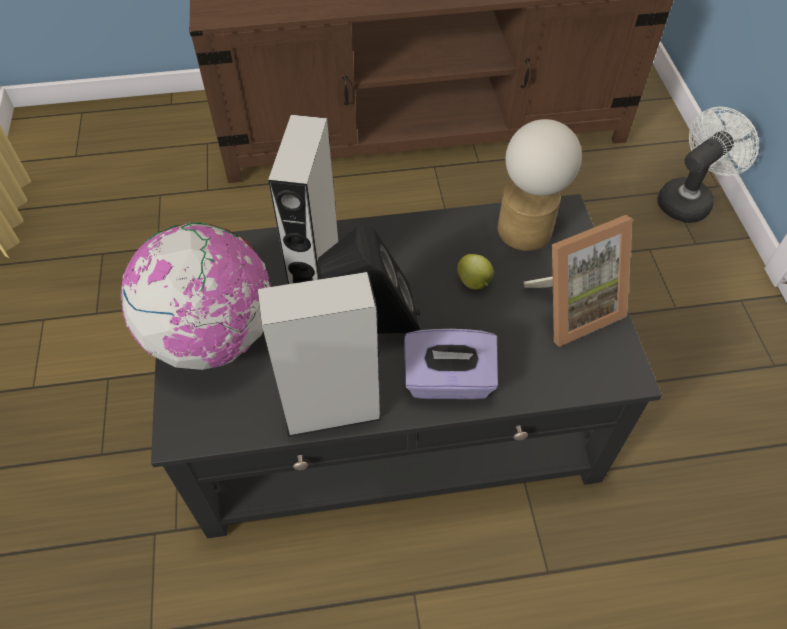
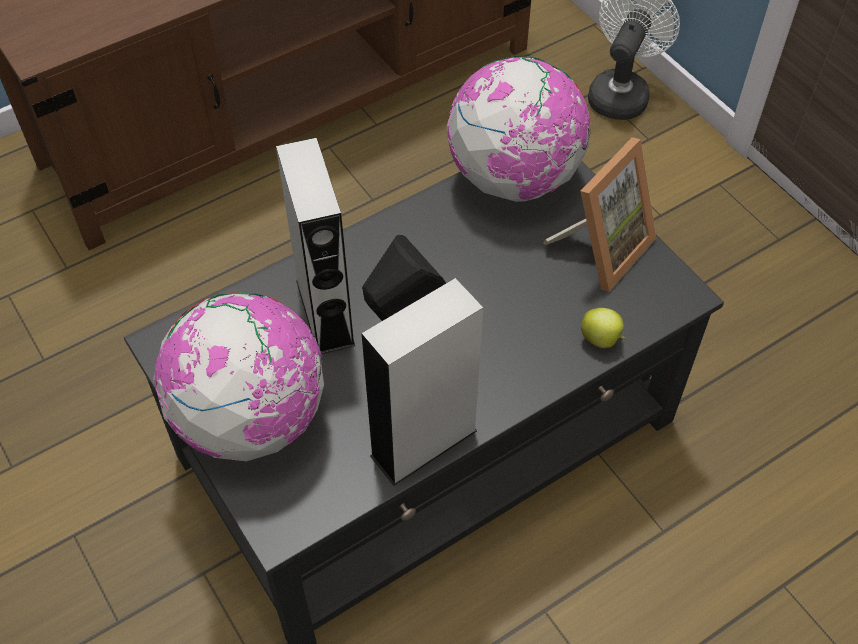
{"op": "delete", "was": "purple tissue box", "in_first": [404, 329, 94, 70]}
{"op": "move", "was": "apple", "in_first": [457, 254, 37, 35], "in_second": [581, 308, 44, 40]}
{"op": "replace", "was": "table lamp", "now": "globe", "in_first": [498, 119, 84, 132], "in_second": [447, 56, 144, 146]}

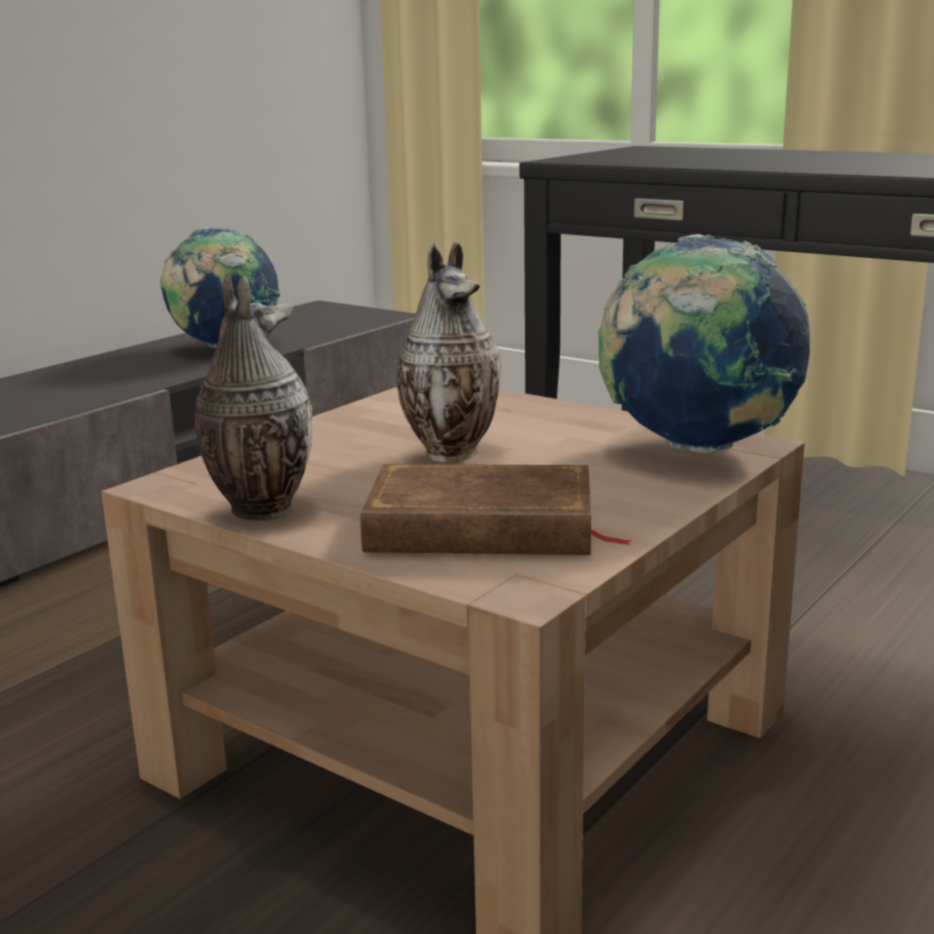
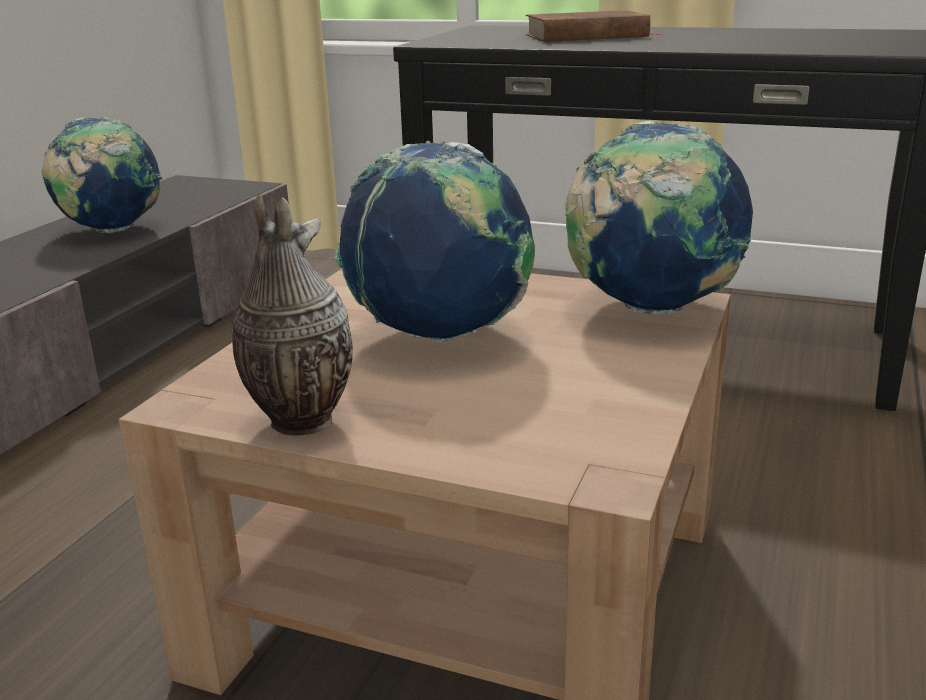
{"op": "move", "was": "brown book", "in_first": [360, 464, 272, 91], "in_second": [526, 10, 136, 32]}
{"op": "replace", "was": "vase", "now": "globe", "in_first": [397, 242, 105, 220], "in_second": [335, 141, 200, 202]}

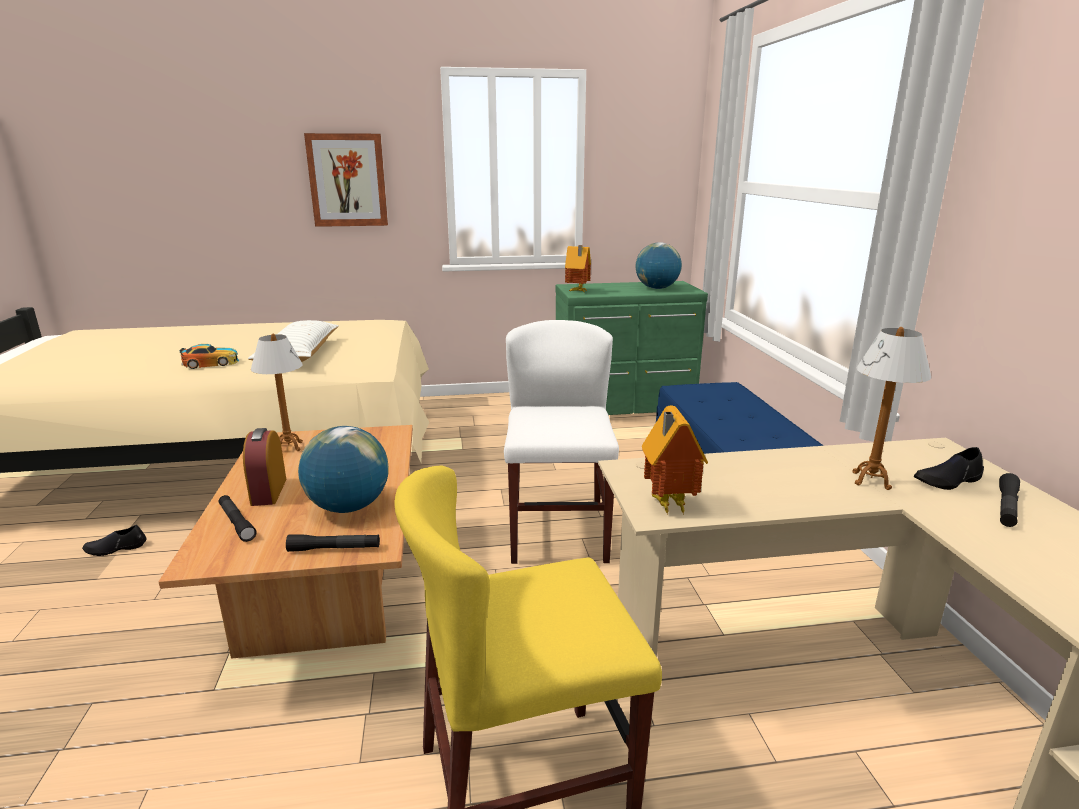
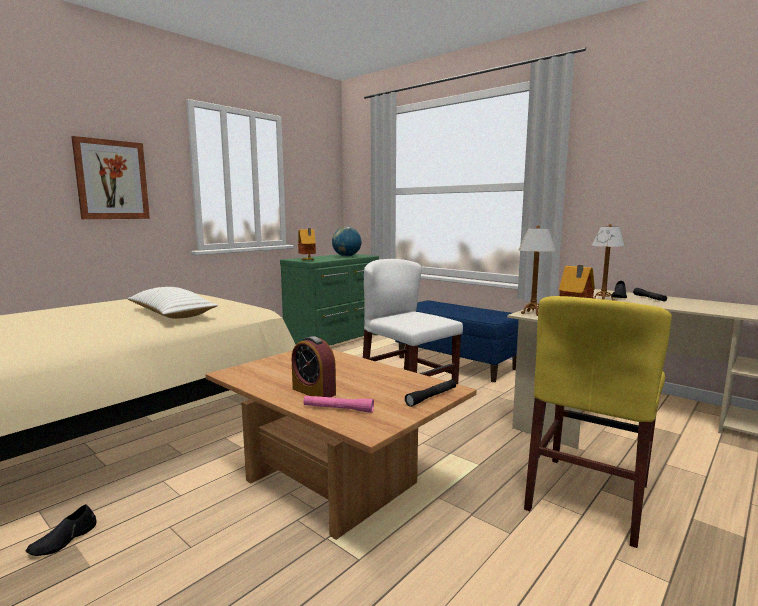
{"op": "delete", "was": "toy car", "in_first": [180, 344, 59, 25]}
{"op": "recolor", "was": "black flashlight", "now": "pink flashlight", "in_first": [219, 495, 37, 47], "in_second": [304, 396, 70, 17]}
{"op": "move", "was": "table lamp", "in_first": [251, 333, 52, 118], "in_second": [519, 225, 37, 91]}
{"op": "delete", "was": "globe", "in_first": [298, 426, 91, 87]}

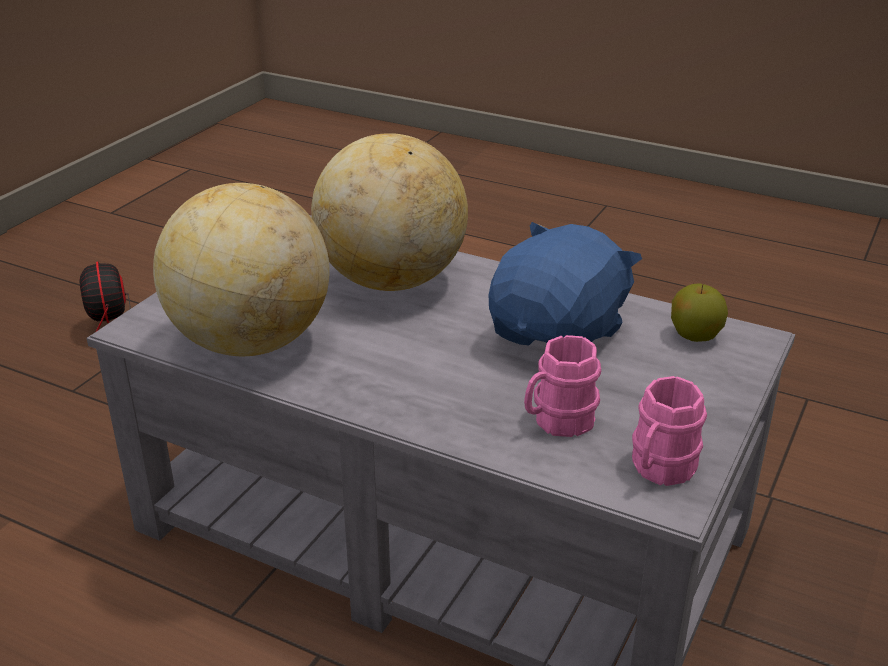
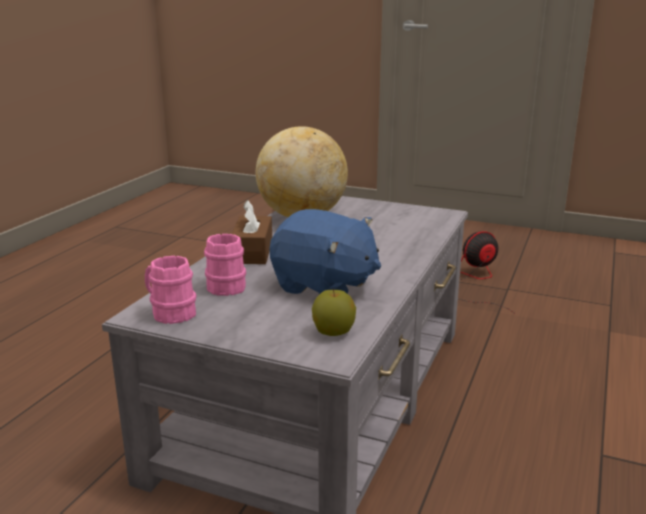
{"op": "delete", "was": "globe", "in_first": [311, 133, 157, 158]}
{"op": "insert", "now": "brown tissue box", "in_second": [232, 200, 40, 64]}

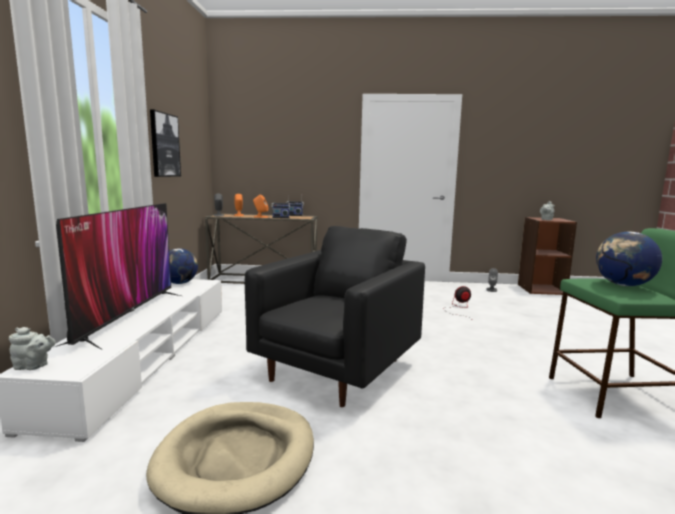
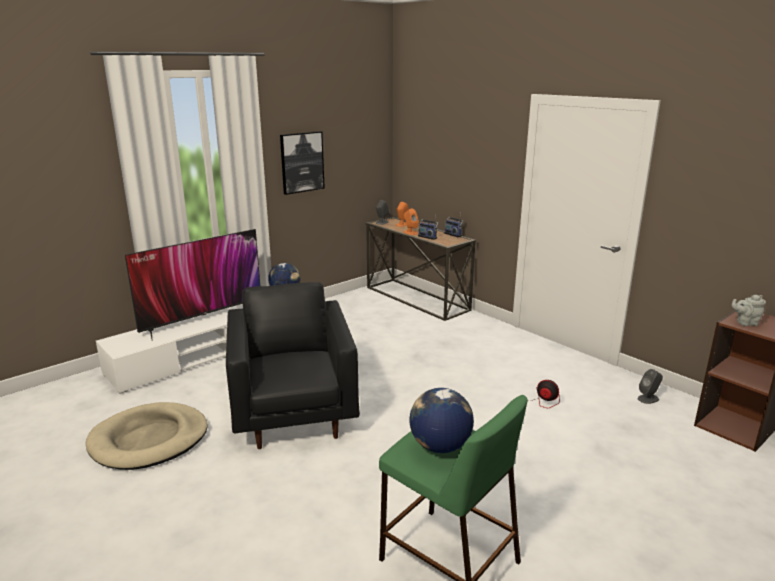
{"op": "delete", "was": "grey teapot", "in_first": [9, 327, 47, 43]}
{"op": "rotate", "was": "black armchair", "in_first": [245, 226, 180, 181], "in_second": [226, 282, 134, 167], "clockwise": -90}

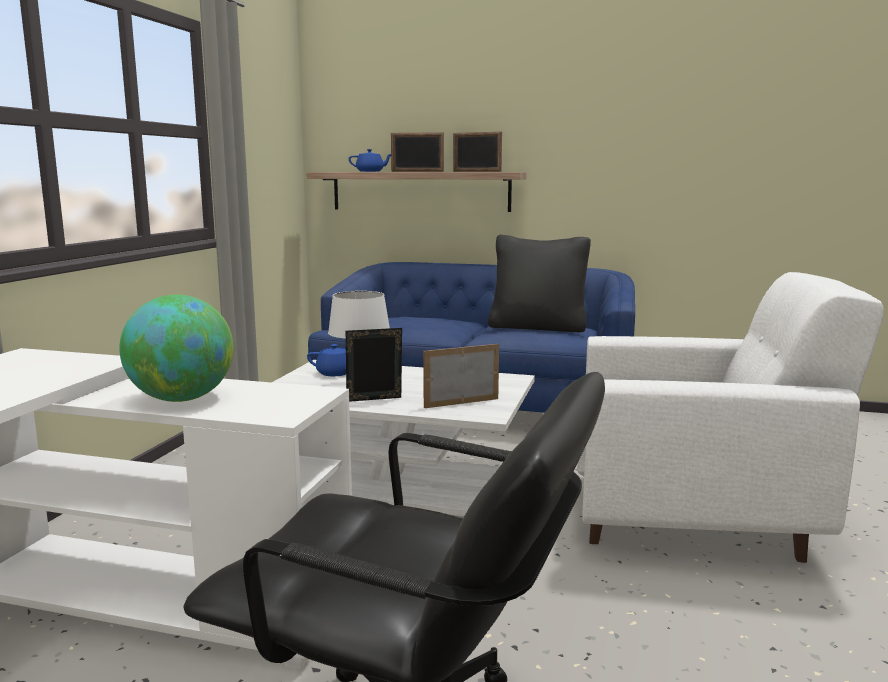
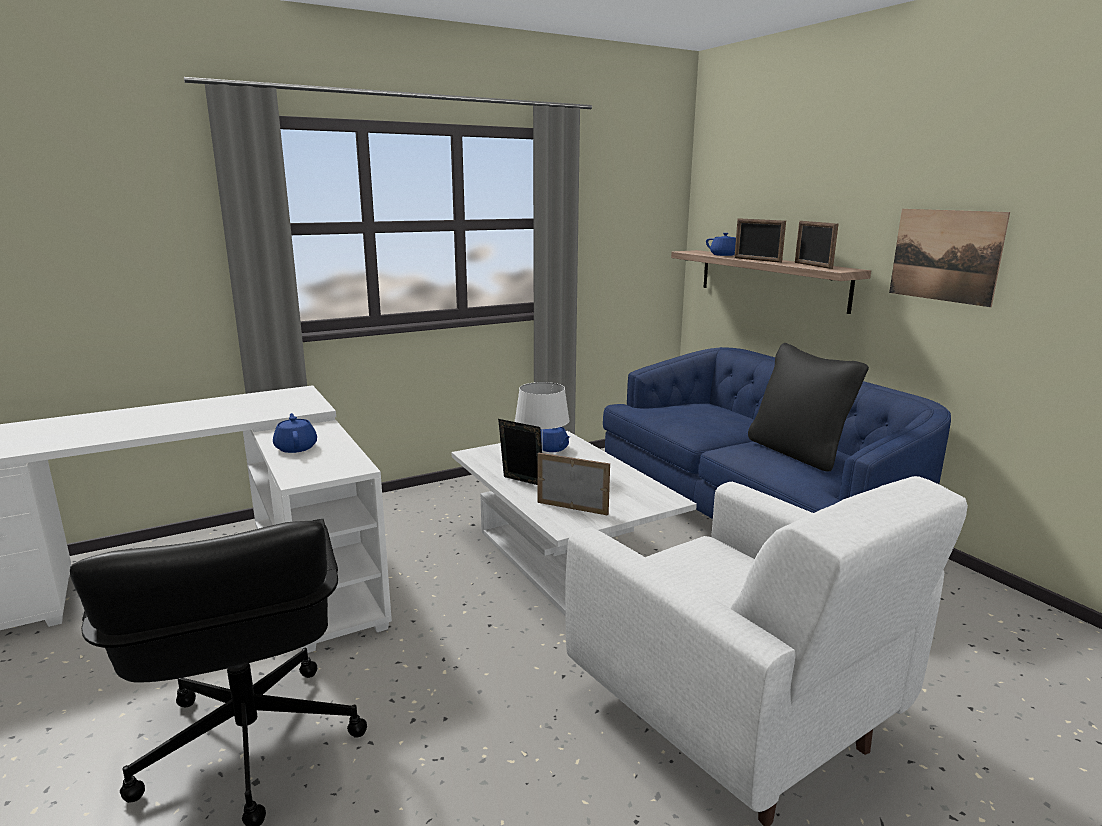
{"op": "replace", "was": "globe", "now": "blue teapot", "in_first": [119, 295, 114, 107], "in_second": [273, 413, 44, 40]}
{"op": "insert", "now": "picture", "in_second": [889, 209, 121, 98]}

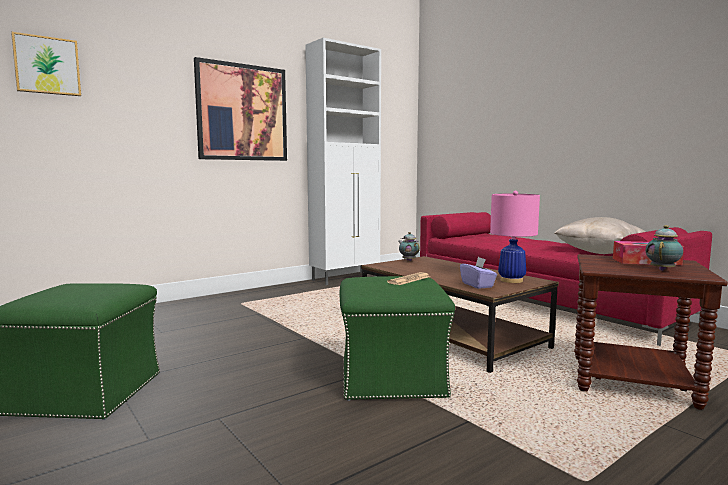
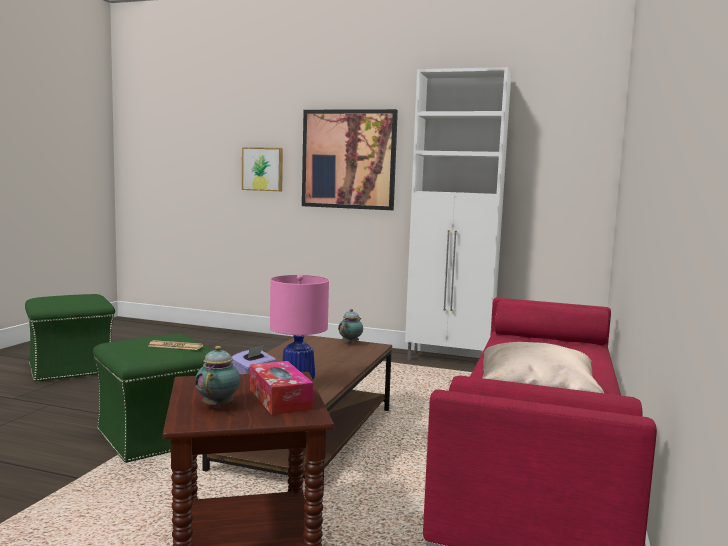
{"op": "move", "was": "picture", "in_first": [11, 32, 70, 64], "in_second": [242, 147, 41, 44]}
{"op": "rotate", "was": "teapot", "in_first": [645, 225, 38, 46], "in_second": [195, 346, 45, 62], "clockwise": -90}

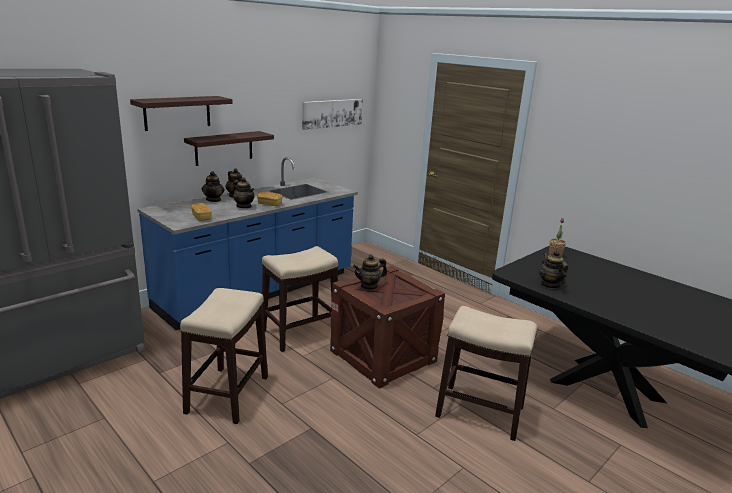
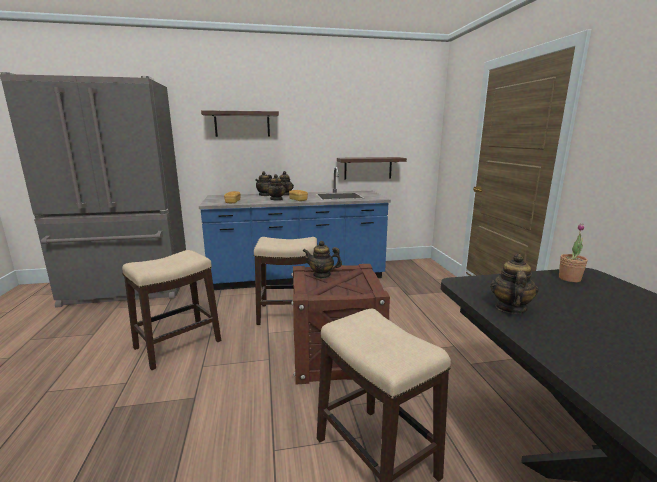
{"op": "move", "was": "shelf", "in_first": [184, 131, 90, 35], "in_second": [337, 157, 70, 22]}
{"op": "delete", "was": "picture", "in_first": [302, 99, 61, 31]}

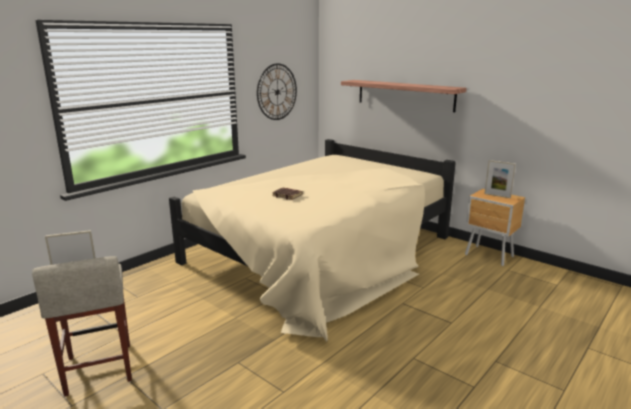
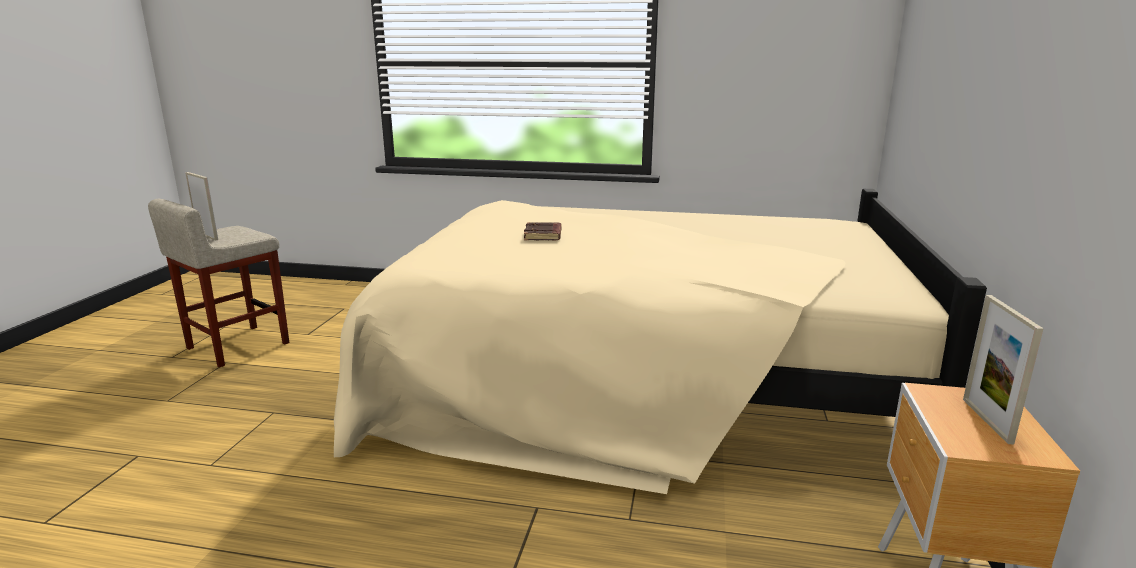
{"op": "delete", "was": "wall clock", "in_first": [257, 63, 40, 57]}
{"op": "delete", "was": "shelf", "in_first": [341, 80, 125, 32]}

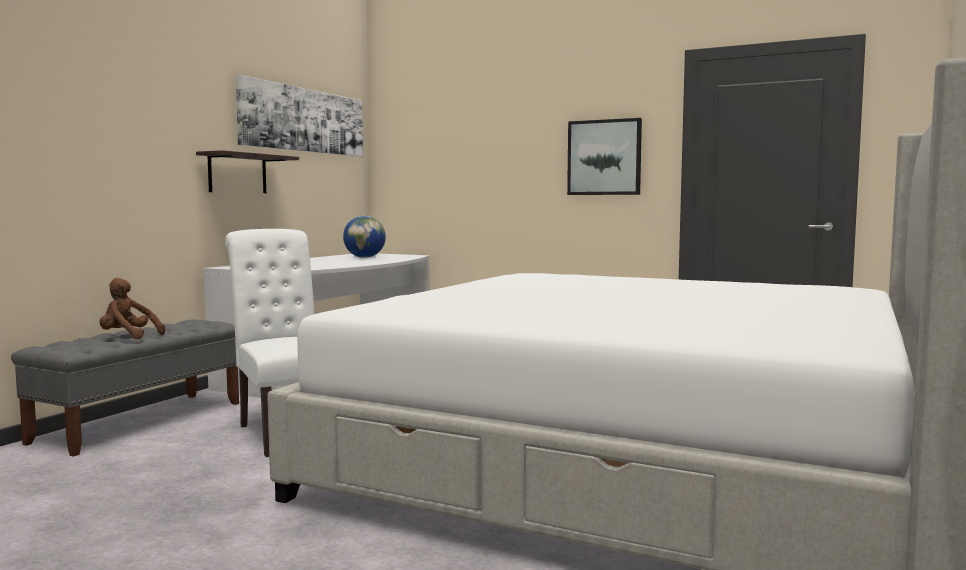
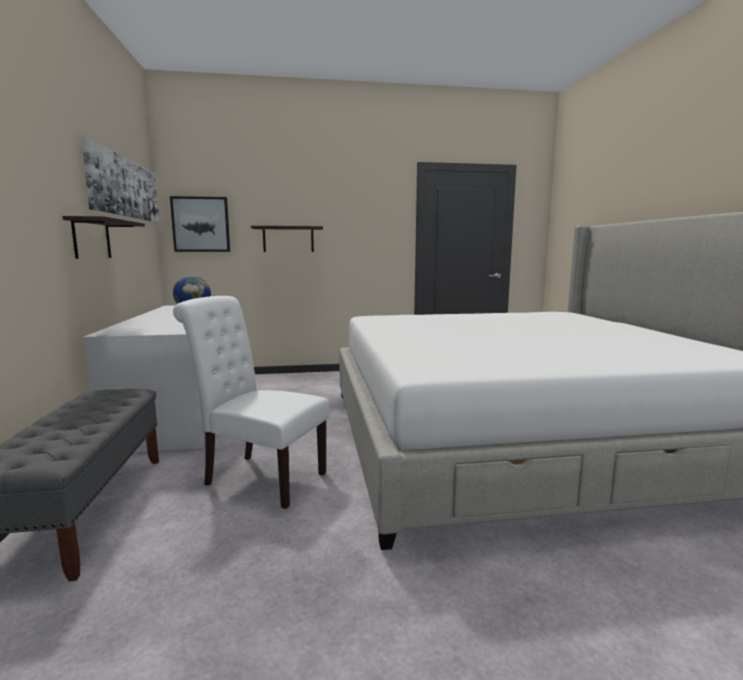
{"op": "delete", "was": "brown plush toy", "in_first": [100, 278, 65, 61]}
{"op": "move", "was": "picture", "in_first": [567, 118, 75, 77], "in_second": [170, 196, 60, 56]}
{"op": "insert", "now": "shelf", "in_second": [251, 226, 72, 26]}

